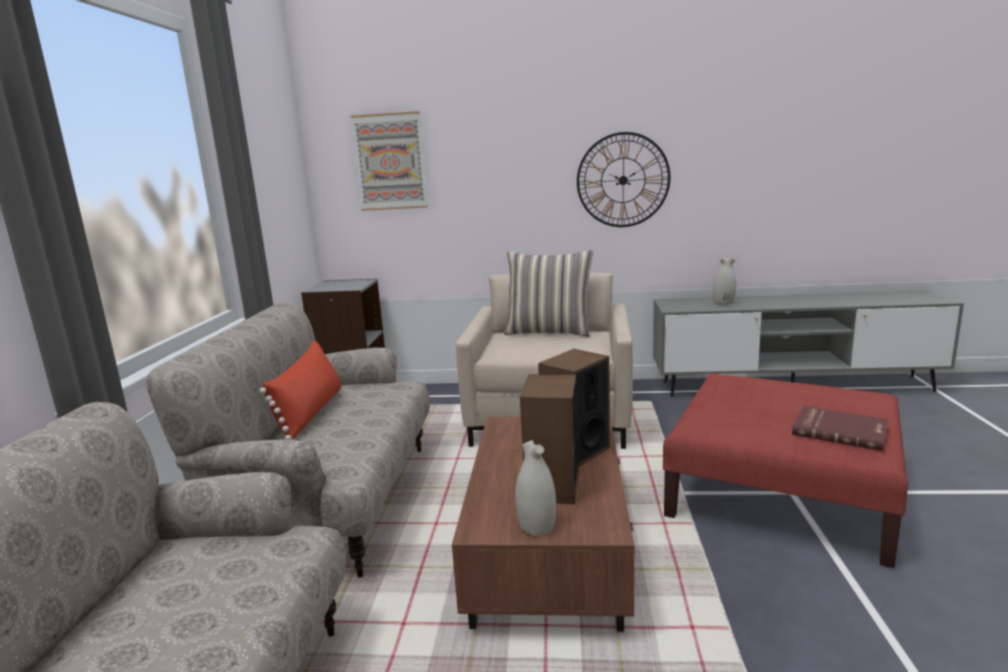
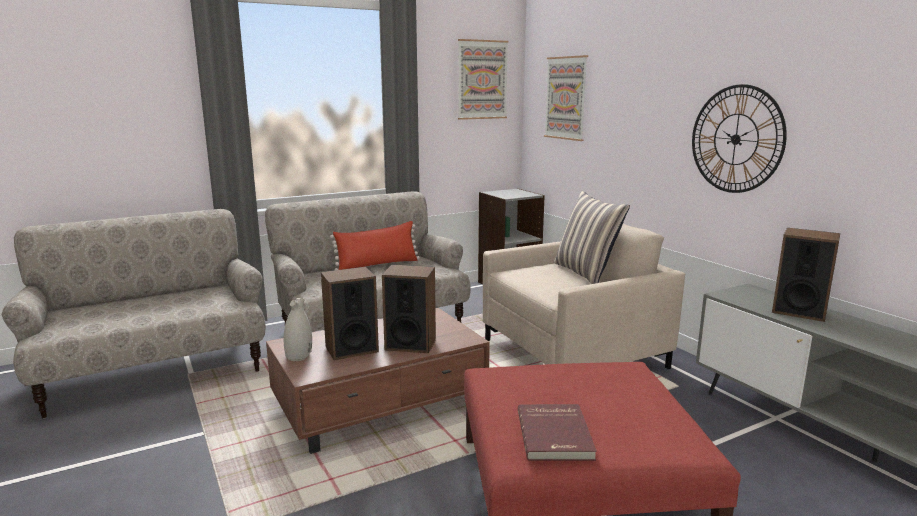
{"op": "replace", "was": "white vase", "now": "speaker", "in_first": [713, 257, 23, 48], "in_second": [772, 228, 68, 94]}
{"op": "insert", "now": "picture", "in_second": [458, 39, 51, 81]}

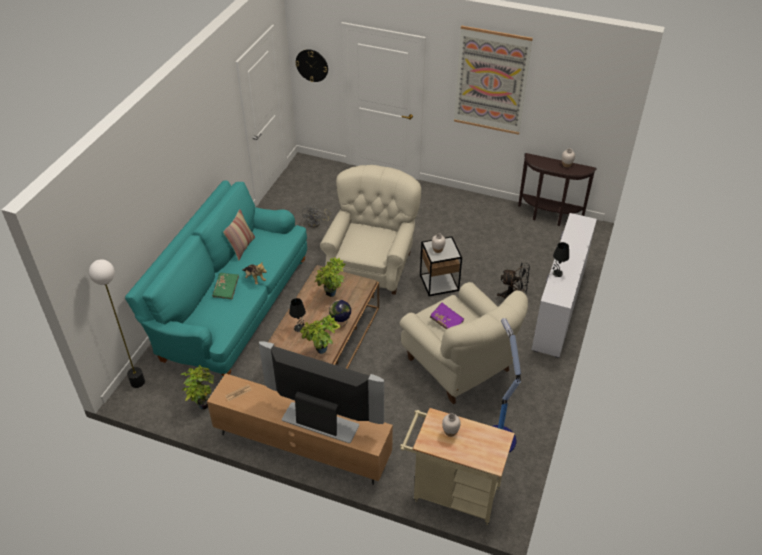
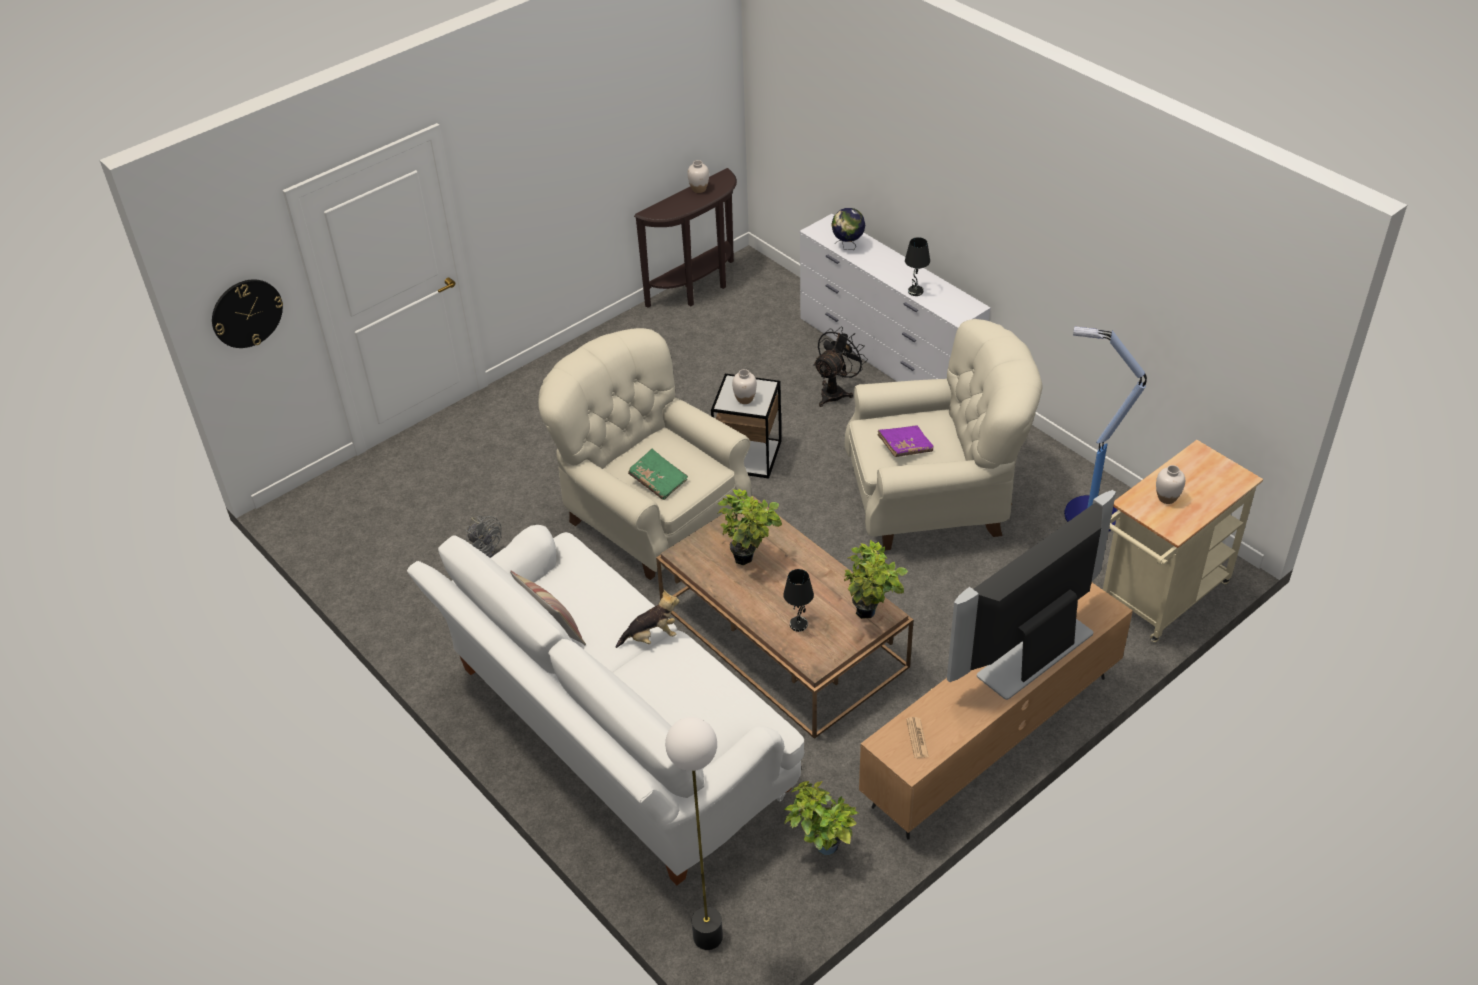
{"op": "recolor", "was": "turquoise sofa", "now": "white sofa", "in_first": [125, 180, 182, 198], "in_second": [407, 525, 397, 360]}
{"op": "move", "was": "green book", "in_first": [212, 273, 27, 26], "in_second": [628, 449, 60, 51]}
{"op": "move", "was": "globe", "in_first": [329, 300, 22, 27], "in_second": [831, 208, 34, 42]}
{"op": "delete", "was": "picture", "in_first": [454, 26, 79, 109]}

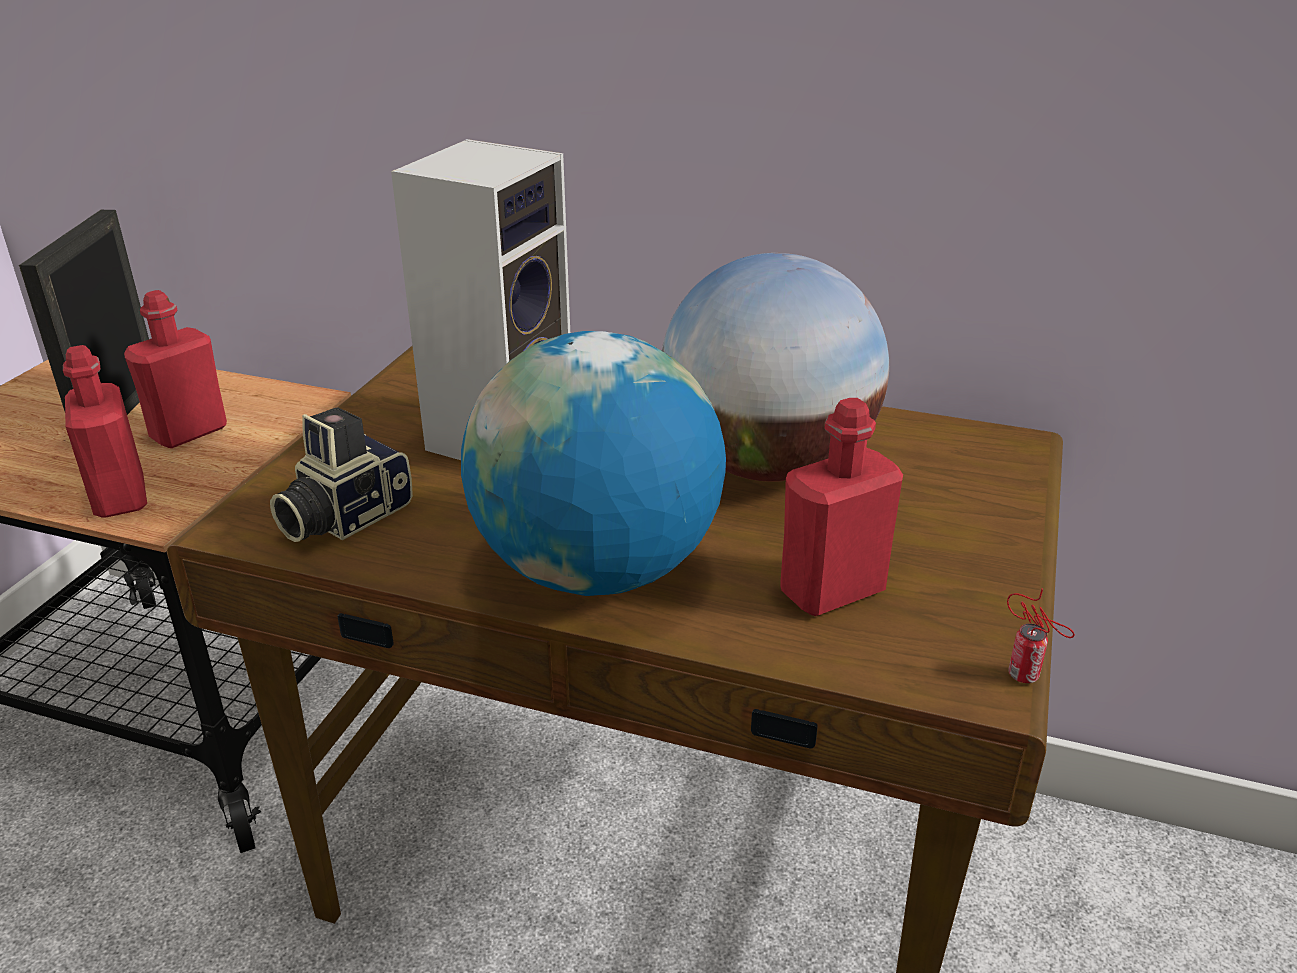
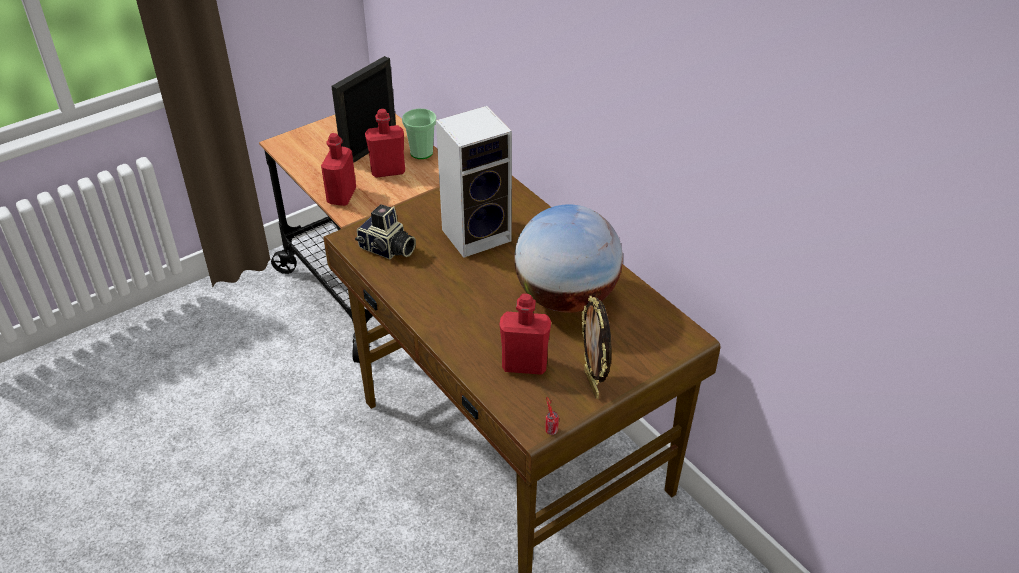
{"op": "rotate", "was": "photo camera", "in_first": [270, 407, 143, 135], "in_second": [355, 204, 61, 55], "clockwise": -135}
{"op": "delete", "was": "globe", "in_first": [461, 331, 265, 265]}
{"op": "insert", "now": "cup", "in_second": [402, 109, 35, 50]}
{"op": "insert", "now": "picture frame", "in_second": [581, 296, 31, 103]}

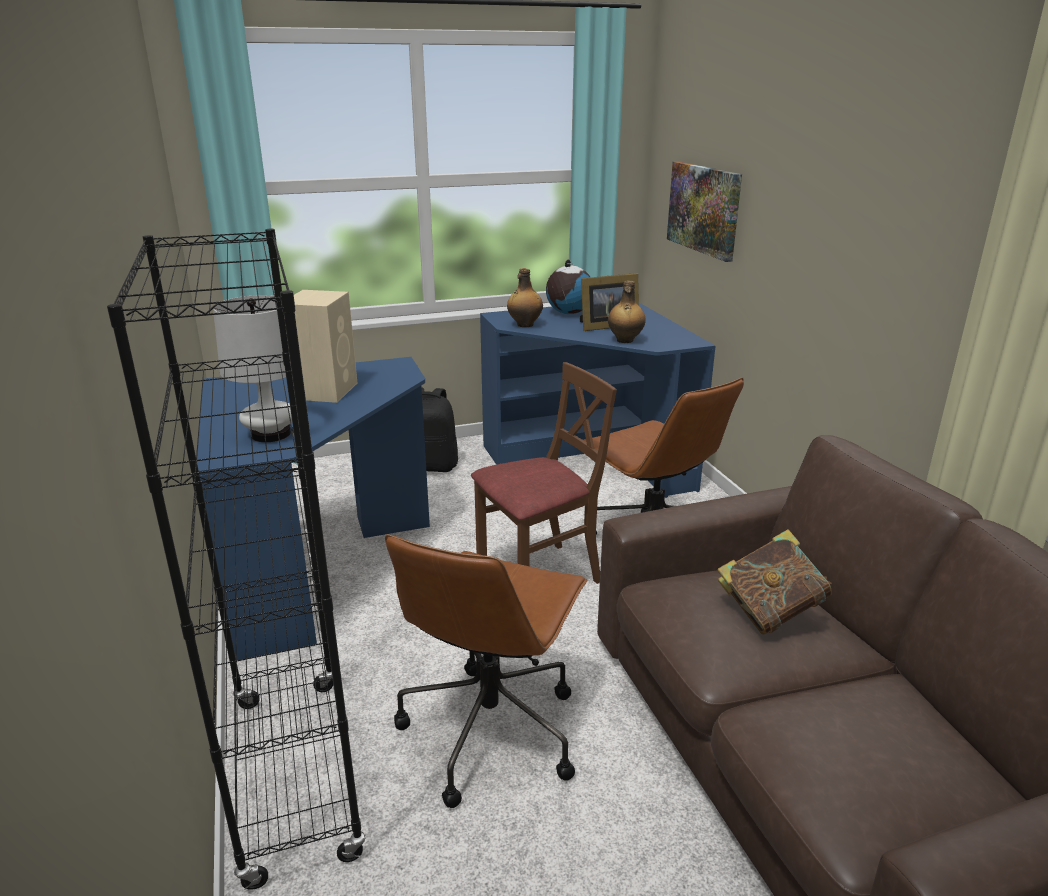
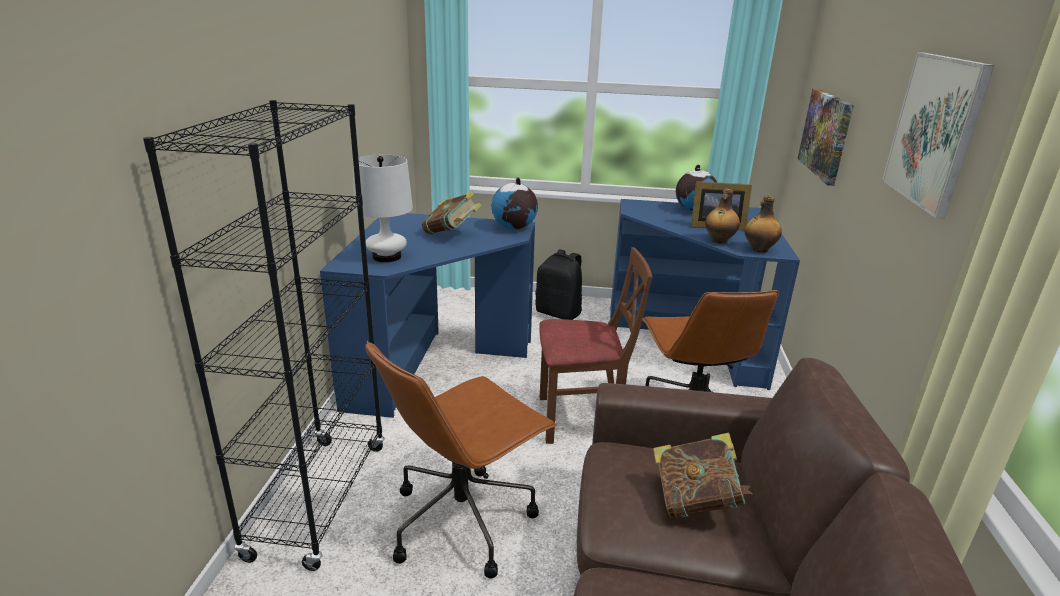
{"op": "replace", "was": "beige speaker", "now": "book", "in_first": [294, 290, 63, 113], "in_second": [421, 191, 61, 44]}
{"op": "move", "was": "bottle", "in_first": [507, 268, 36, 59], "in_second": [745, 196, 37, 57]}
{"op": "insert", "now": "globe", "in_second": [492, 177, 46, 52]}
{"op": "insert", "now": "picture", "in_second": [882, 52, 112, 167]}

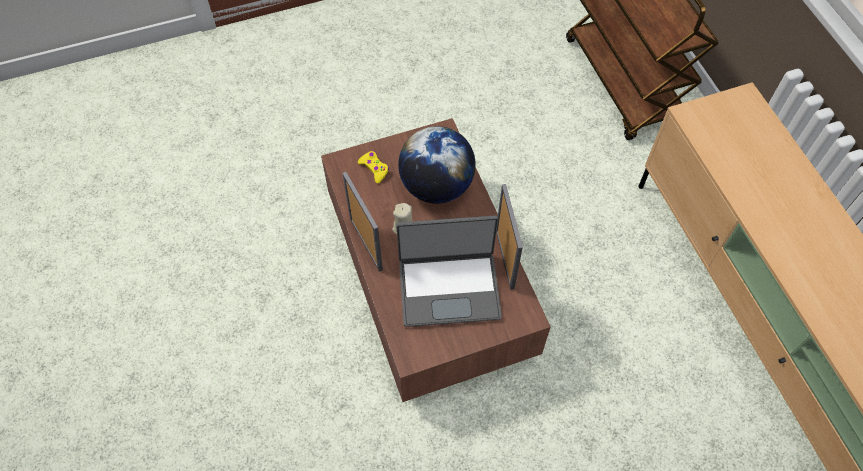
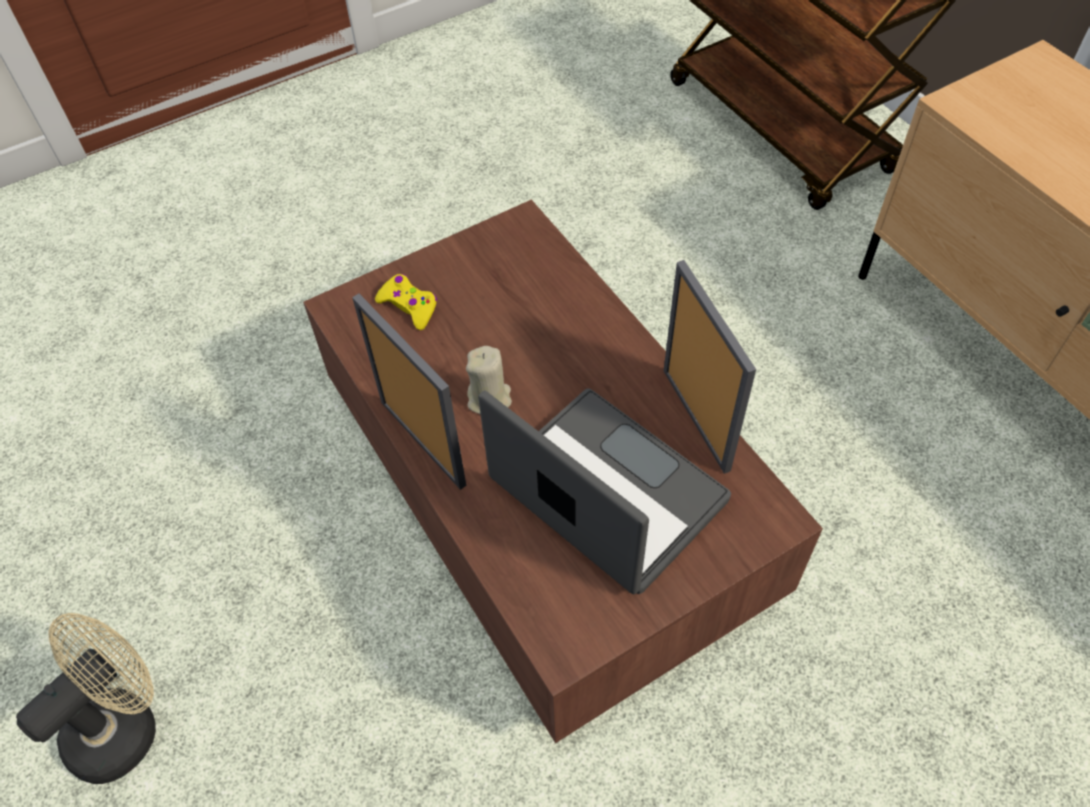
{"op": "rotate", "was": "laptop", "in_first": [396, 215, 106, 112], "in_second": [478, 388, 253, 207], "clockwise": -120}
{"op": "delete", "was": "globe", "in_first": [398, 126, 78, 78]}
{"op": "insert", "now": "beige fan", "in_second": [16, 613, 140, 171]}

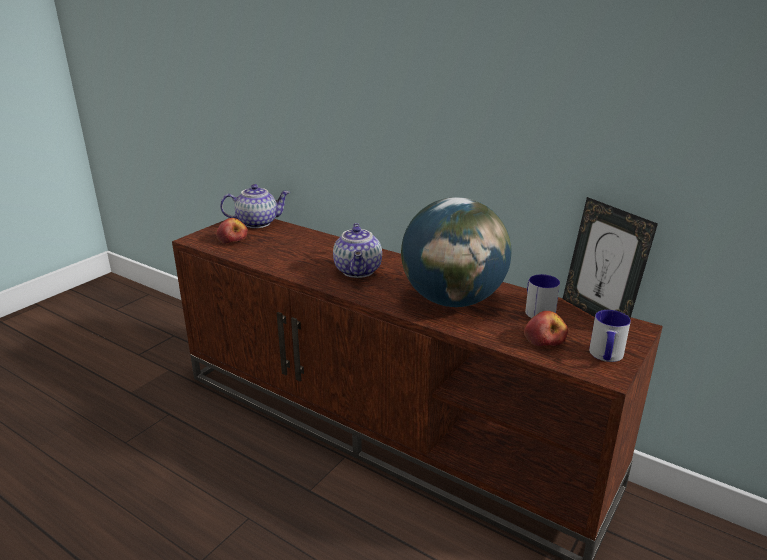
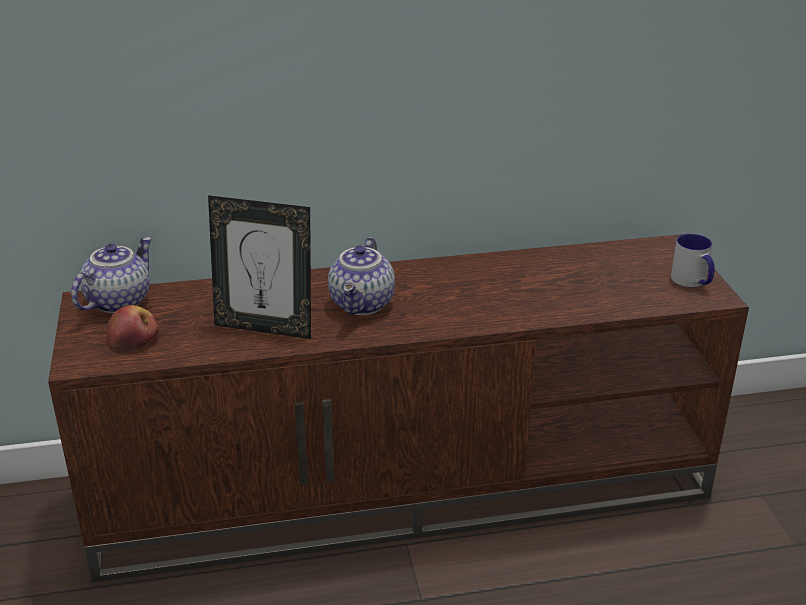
{"op": "rotate", "was": "teapot", "in_first": [333, 223, 49, 55], "in_second": [328, 237, 67, 78], "clockwise": 60}
{"op": "delete", "was": "globe", "in_first": [401, 197, 111, 110]}
{"op": "delete", "was": "apple", "in_first": [524, 311, 44, 35]}
{"op": "delete", "was": "mug", "in_first": [525, 274, 35, 44]}
{"op": "move", "was": "picture frame", "in_first": [563, 197, 95, 121], "in_second": [208, 195, 103, 144]}

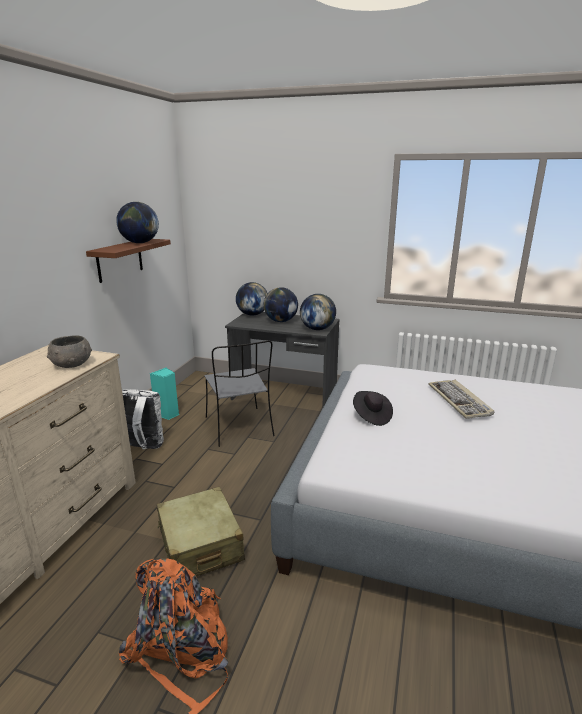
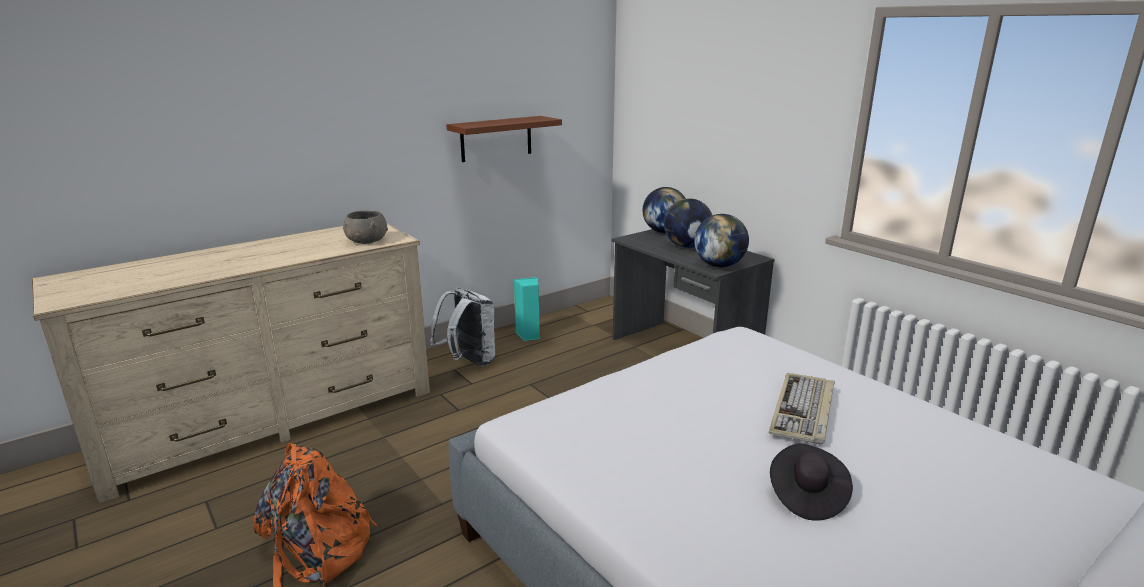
{"op": "delete", "was": "globe", "in_first": [116, 202, 43, 41]}
{"op": "delete", "was": "beige suitcase", "in_first": [157, 487, 88, 89]}
{"op": "delete", "was": "grey chair", "in_first": [204, 341, 70, 106]}
{"op": "move", "was": "black hat", "in_first": [353, 391, 40, 35], "in_second": [770, 443, 83, 78]}

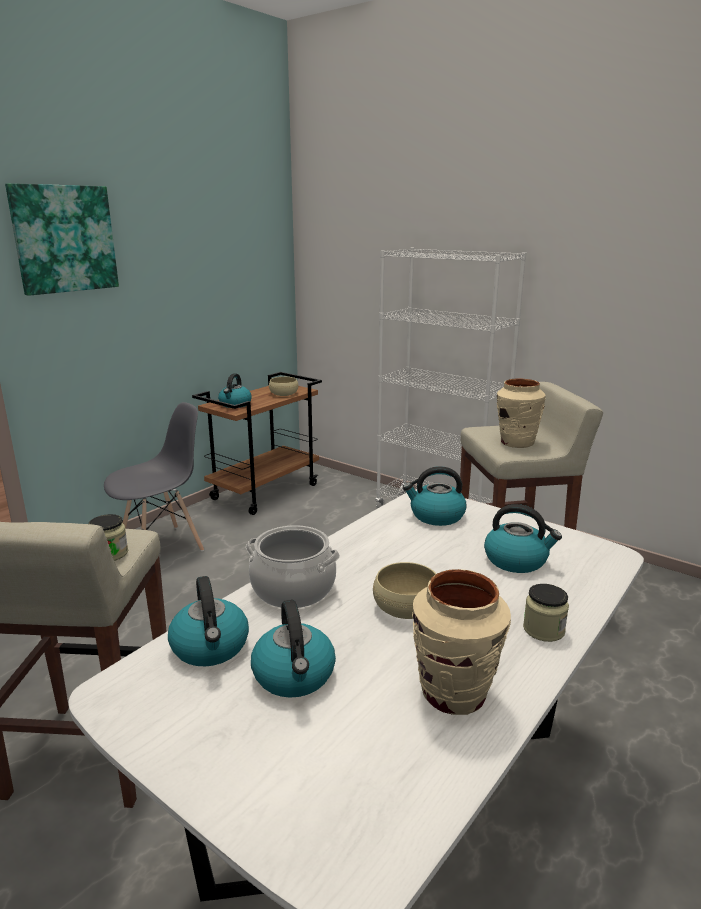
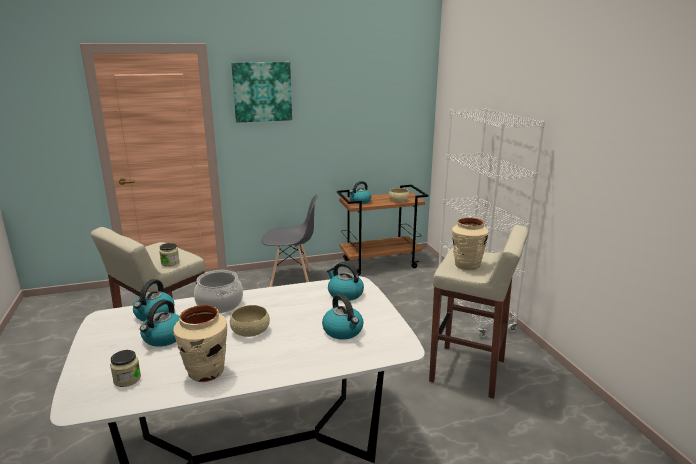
{"op": "move", "was": "jar", "in_first": [523, 584, 46, 58], "in_second": [110, 350, 31, 37]}

